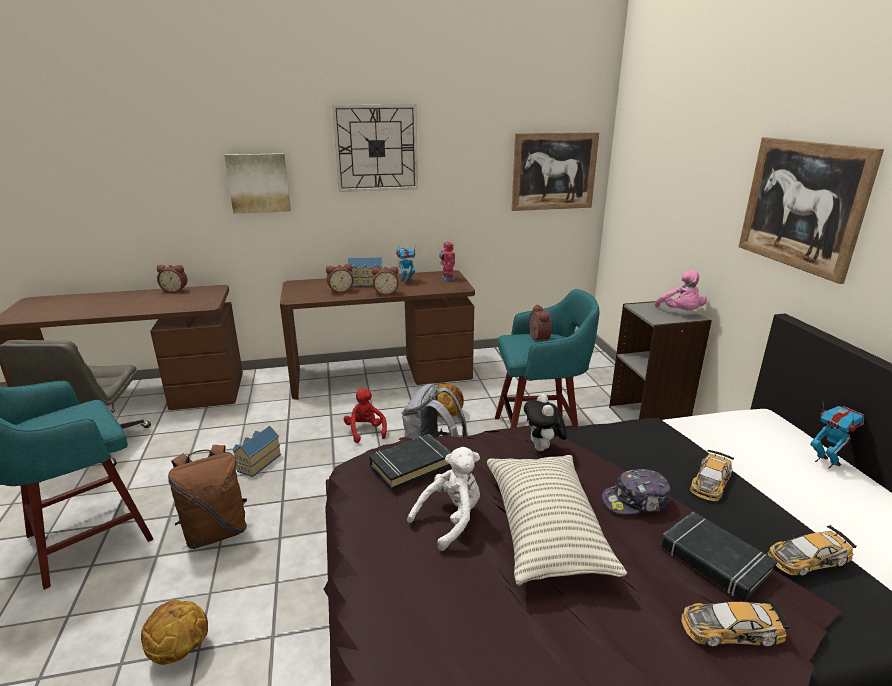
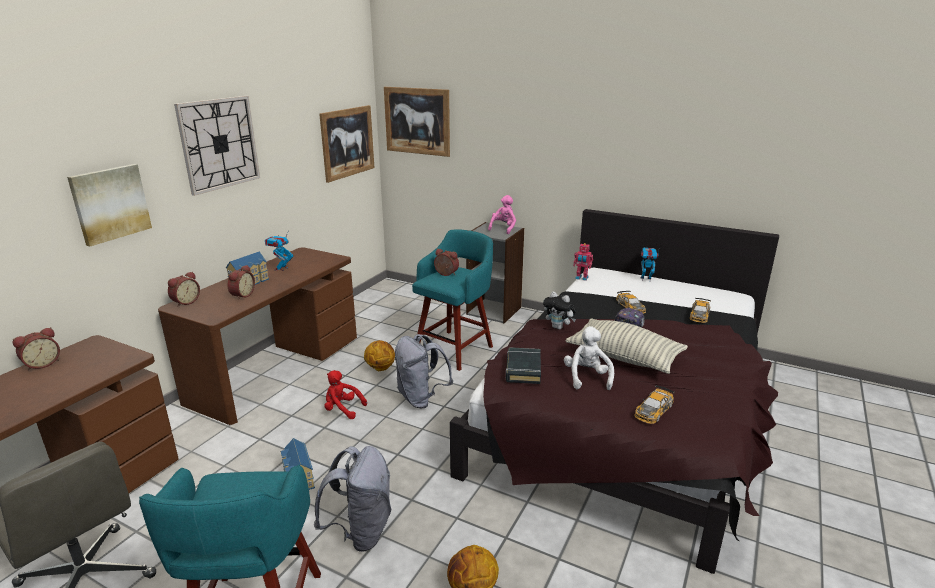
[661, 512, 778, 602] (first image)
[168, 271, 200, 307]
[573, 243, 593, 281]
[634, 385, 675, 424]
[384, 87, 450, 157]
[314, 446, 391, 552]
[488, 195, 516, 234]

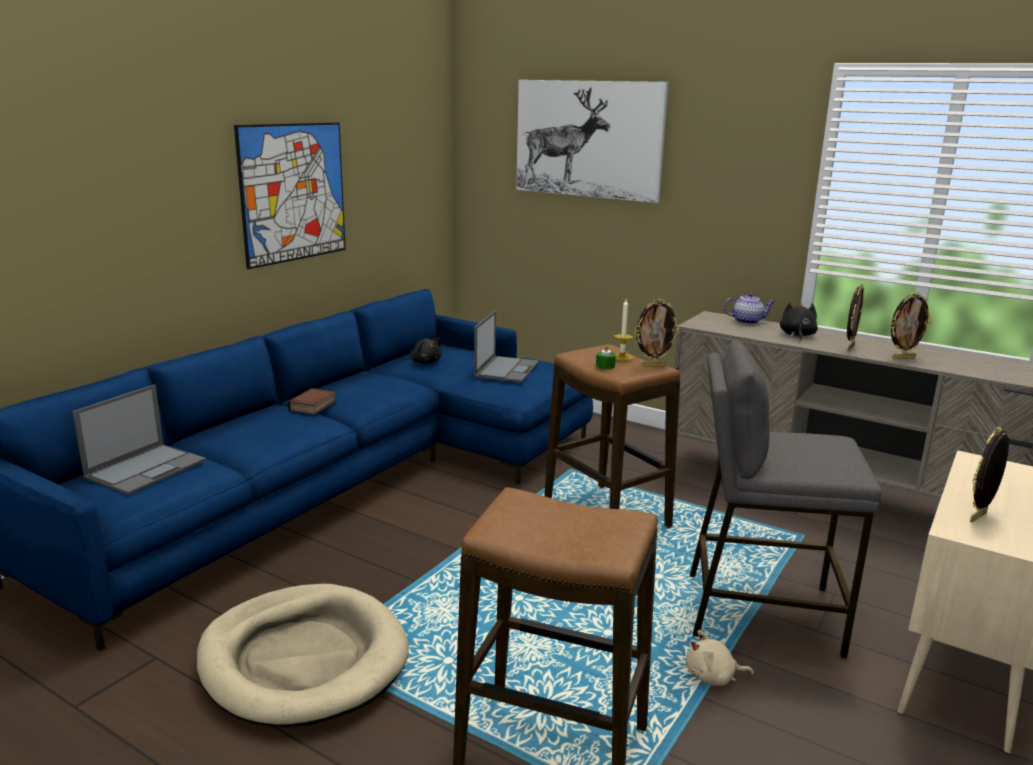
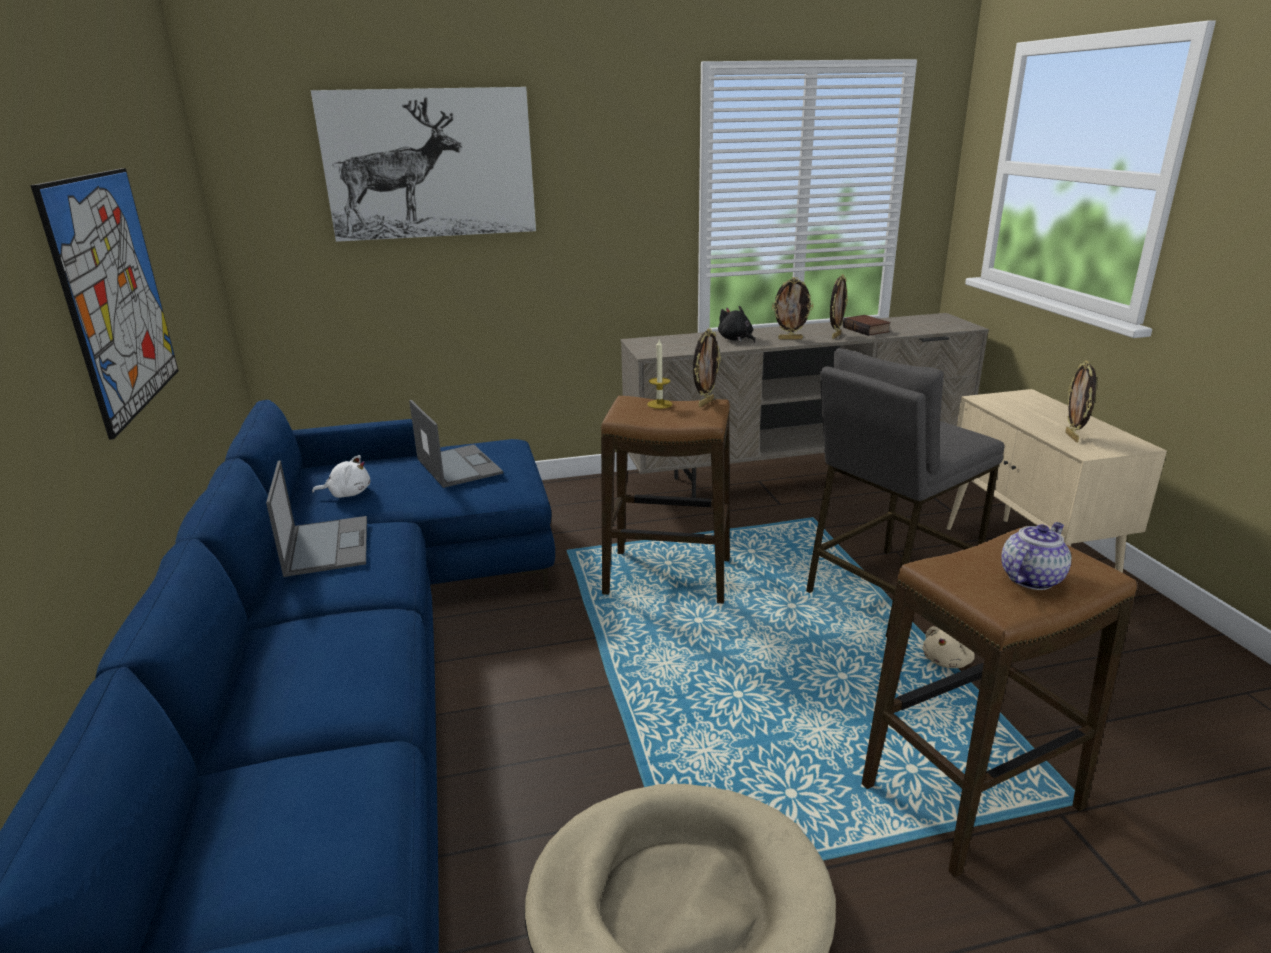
[596, 344, 616, 369] (first image)
[266, 460, 367, 577]
[843, 315, 891, 336]
[1001, 522, 1071, 590]
[312, 455, 371, 498]
[772, 277, 813, 340]

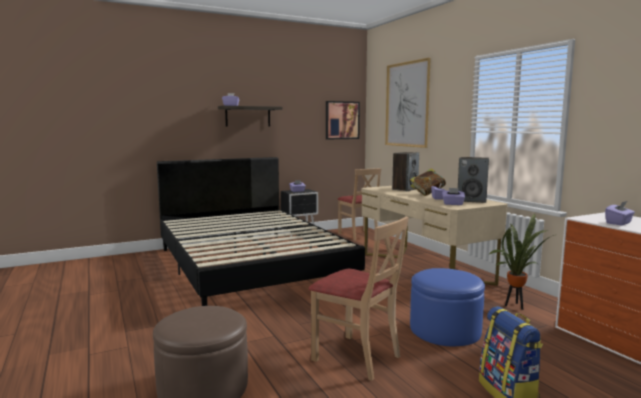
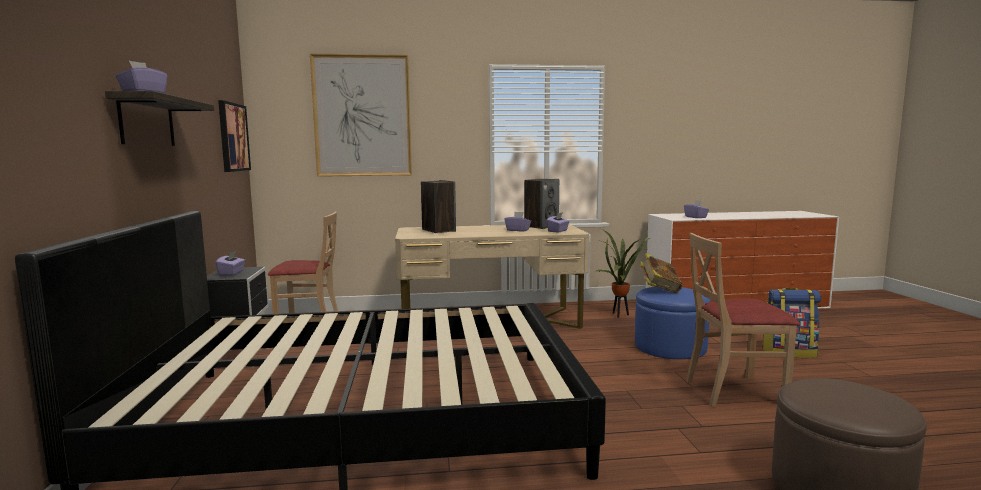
[639, 253, 682, 293]
[686, 233, 800, 407]

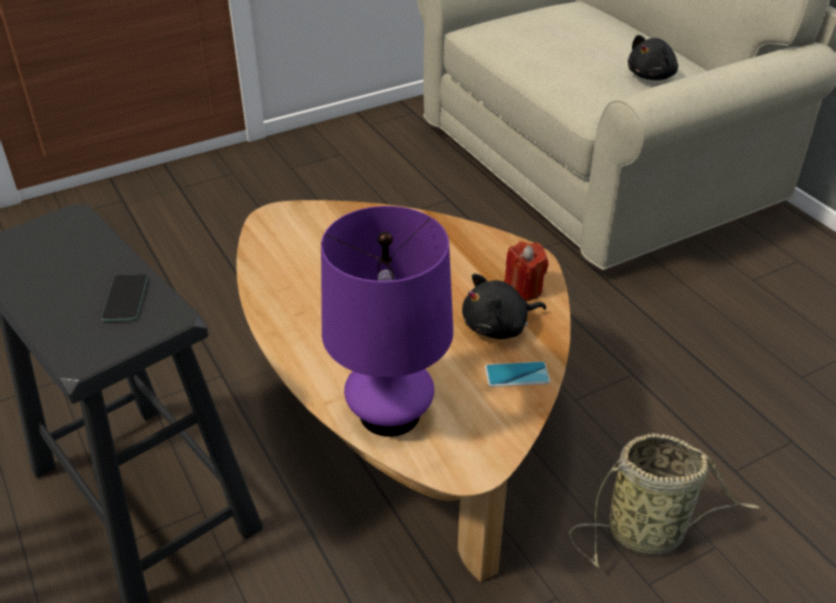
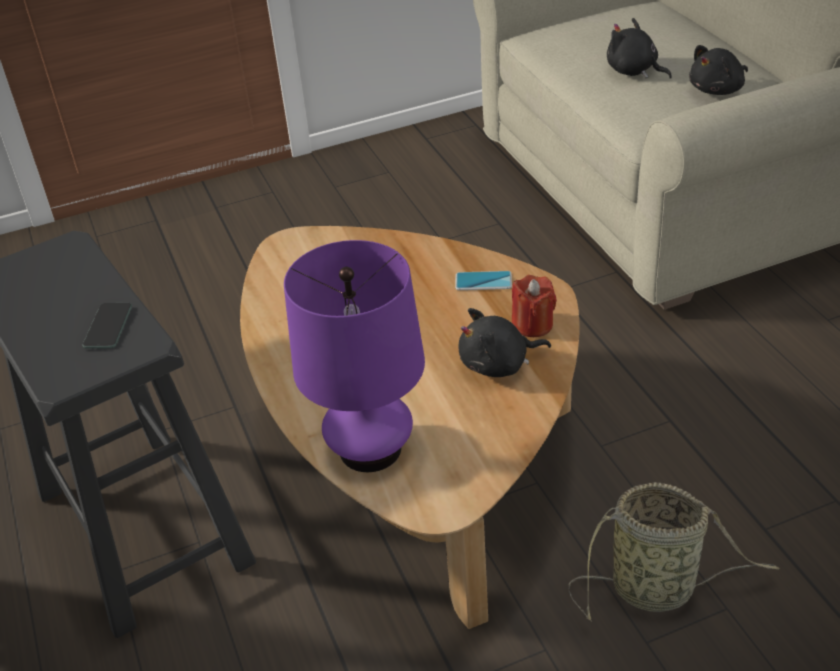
[607, 18, 672, 79]
[455, 271, 512, 290]

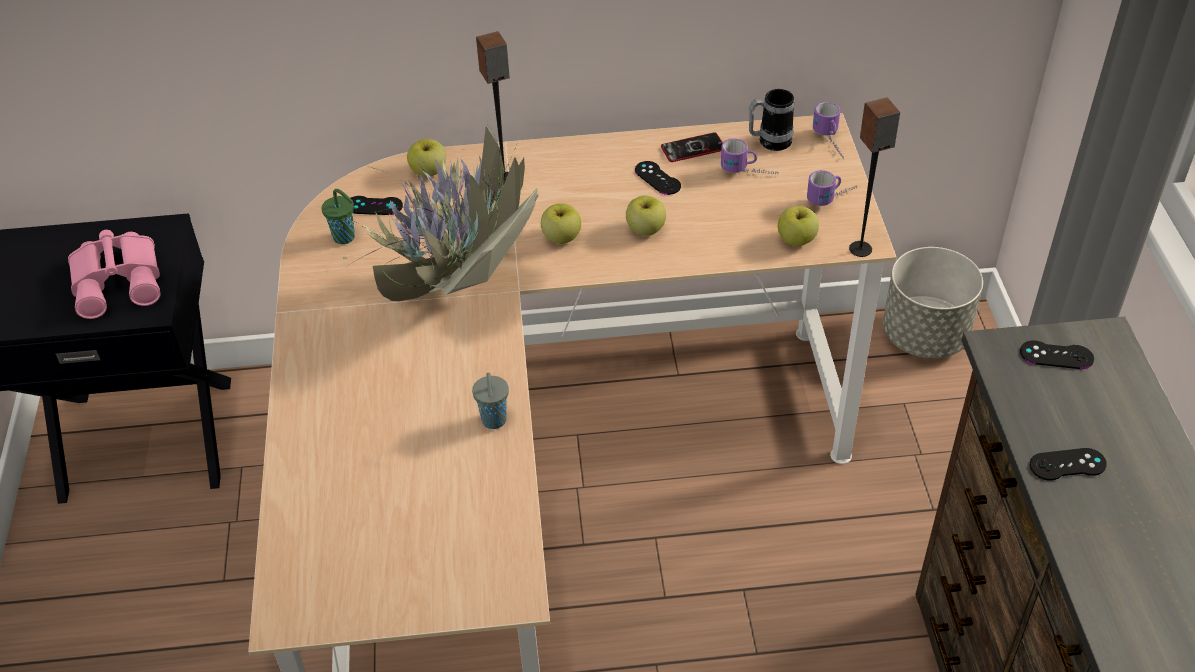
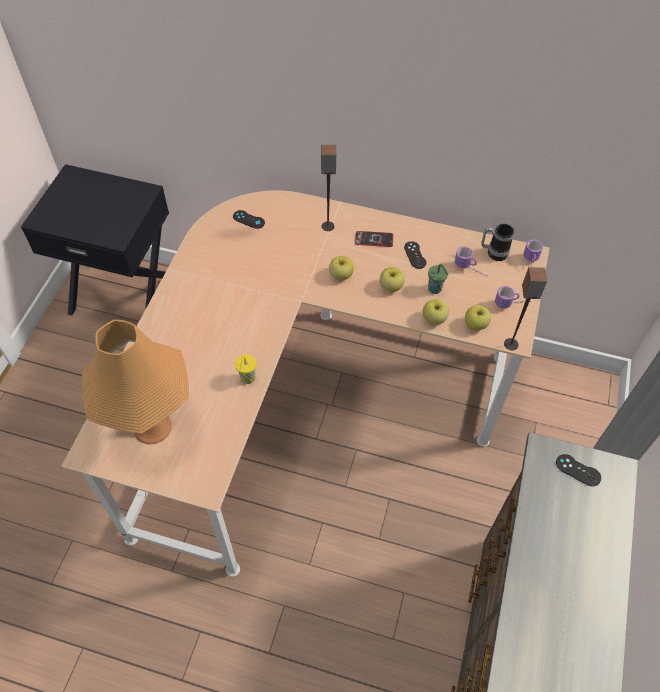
[68, 230, 161, 319] (first image)
[343, 120, 538, 301] (first image)
[883, 247, 983, 359] (first image)
[1030, 448, 1107, 481] (first image)
[82, 320, 189, 445]
[428, 264, 449, 294]
[423, 299, 449, 325]
[355, 231, 393, 247]
[235, 354, 257, 384]

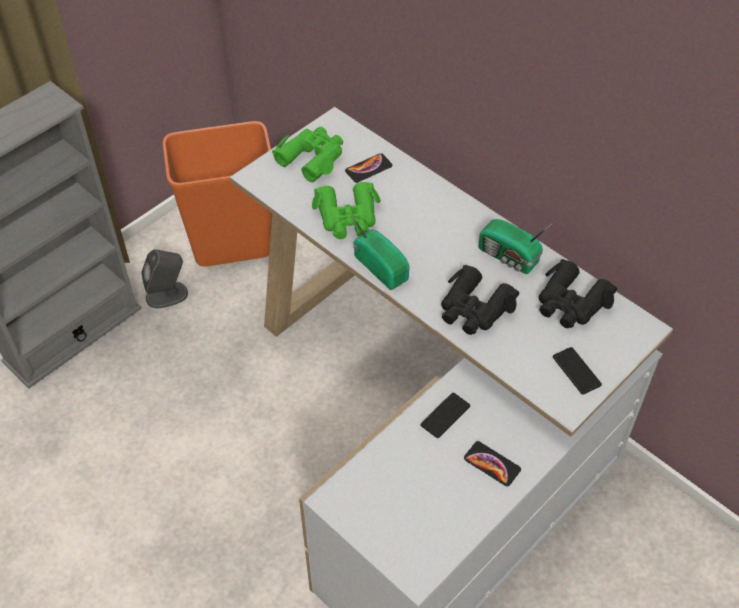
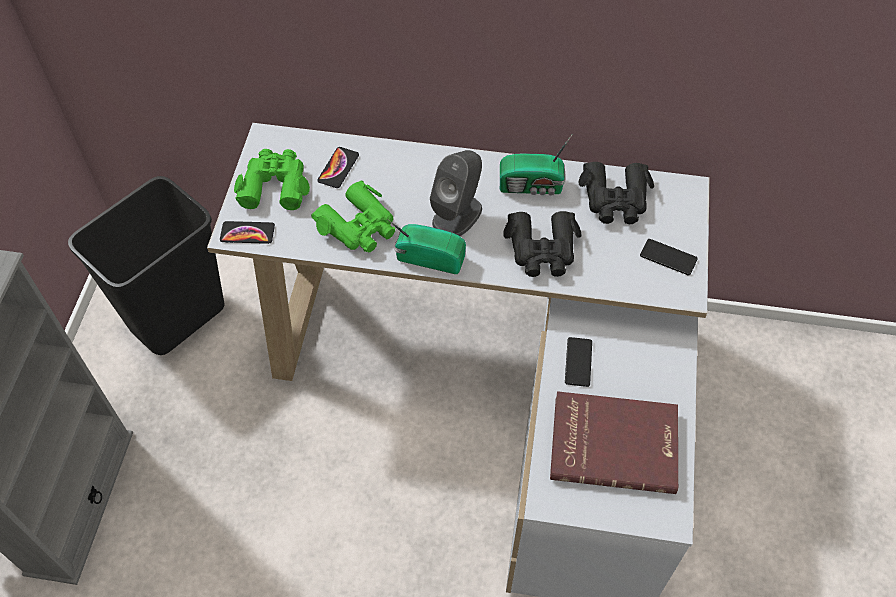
[550, 391, 678, 494]
[430, 150, 482, 236]
[220, 221, 275, 244]
[68, 176, 225, 355]

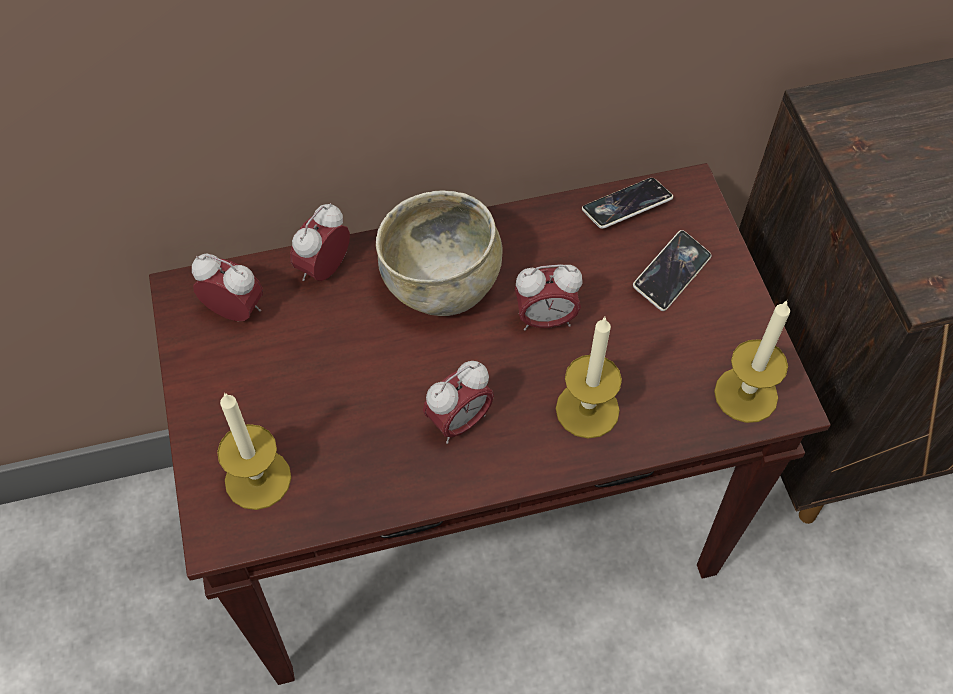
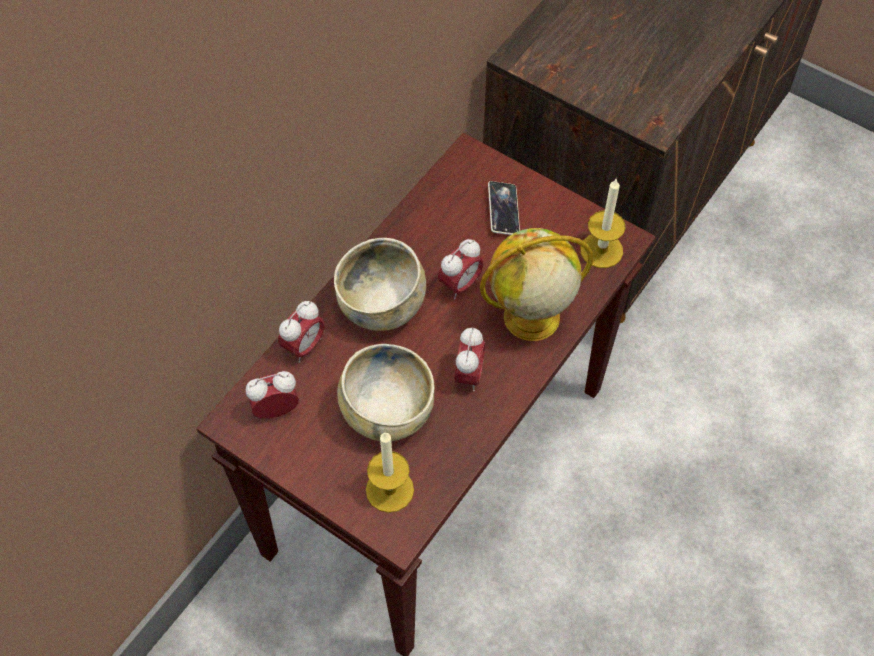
[582, 178, 673, 229] (first image)
[337, 344, 434, 441]
[480, 228, 593, 341]
[278, 301, 325, 363]

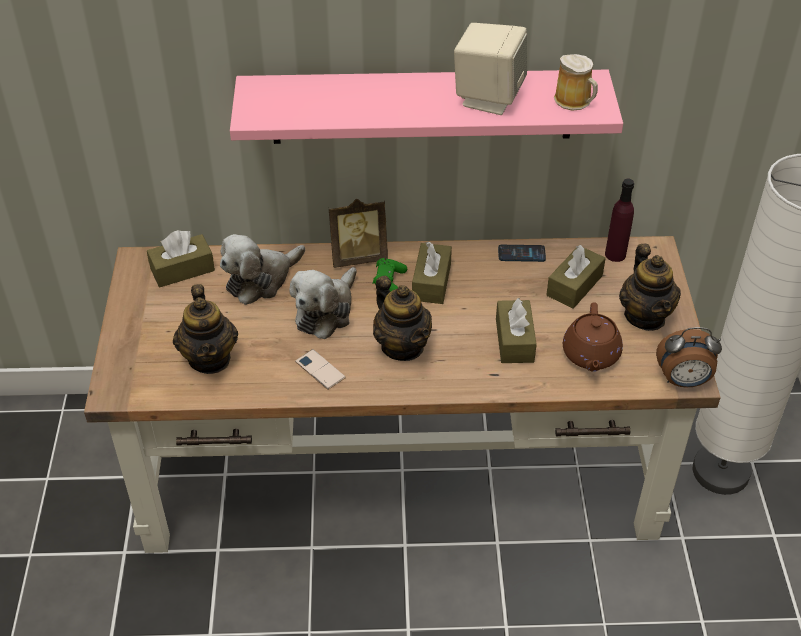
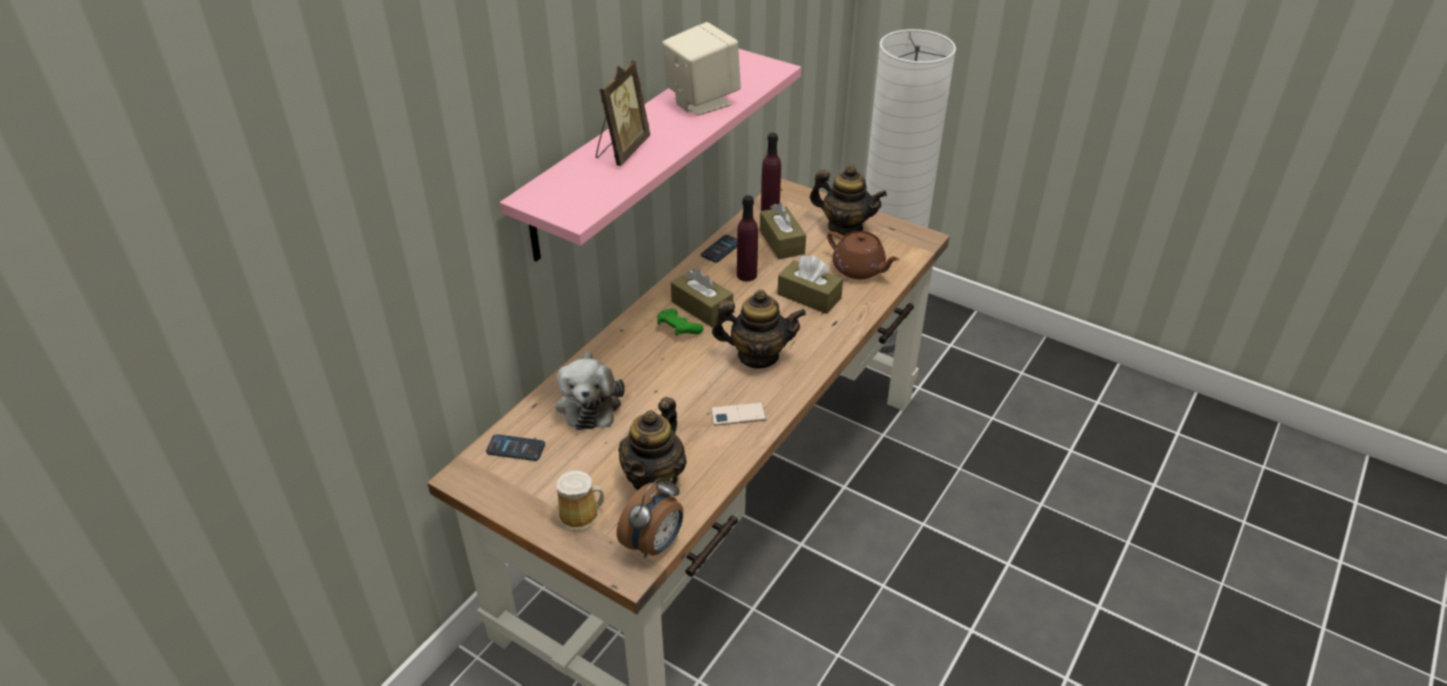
[290, 267, 357, 340] (first image)
[737, 195, 758, 281]
[596, 61, 650, 166]
[556, 471, 604, 530]
[617, 478, 683, 558]
[486, 434, 545, 461]
[618, 397, 687, 491]

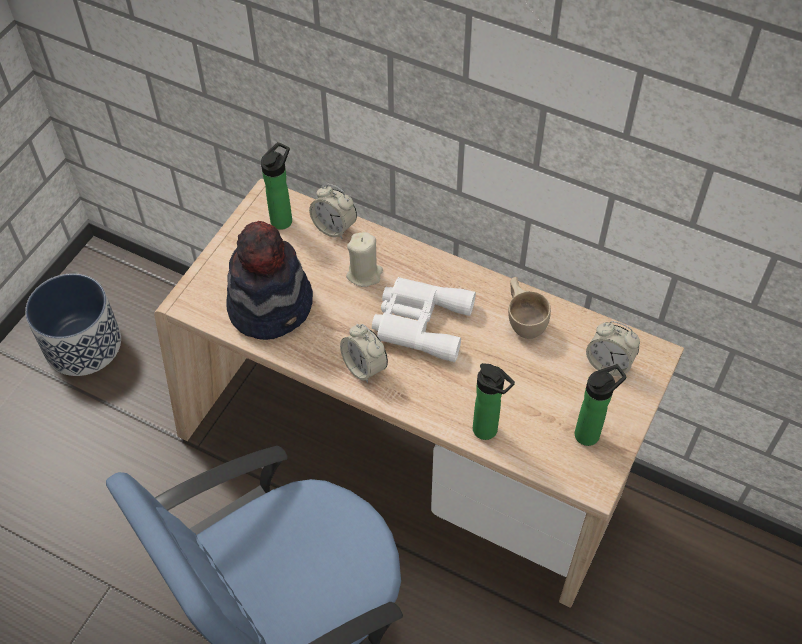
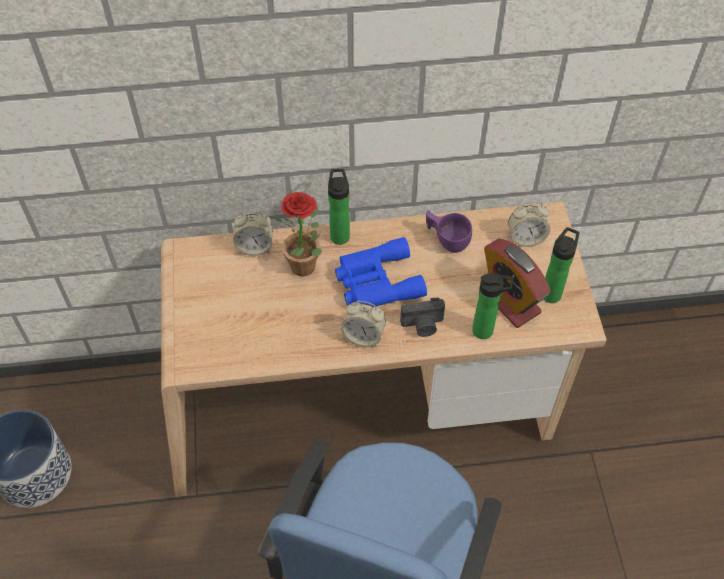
[226, 221, 313, 340] (first image)
[400, 298, 445, 337]
[479, 238, 551, 328]
[328, 169, 350, 245]
[273, 192, 322, 276]
[335, 237, 427, 307]
[426, 210, 472, 253]

